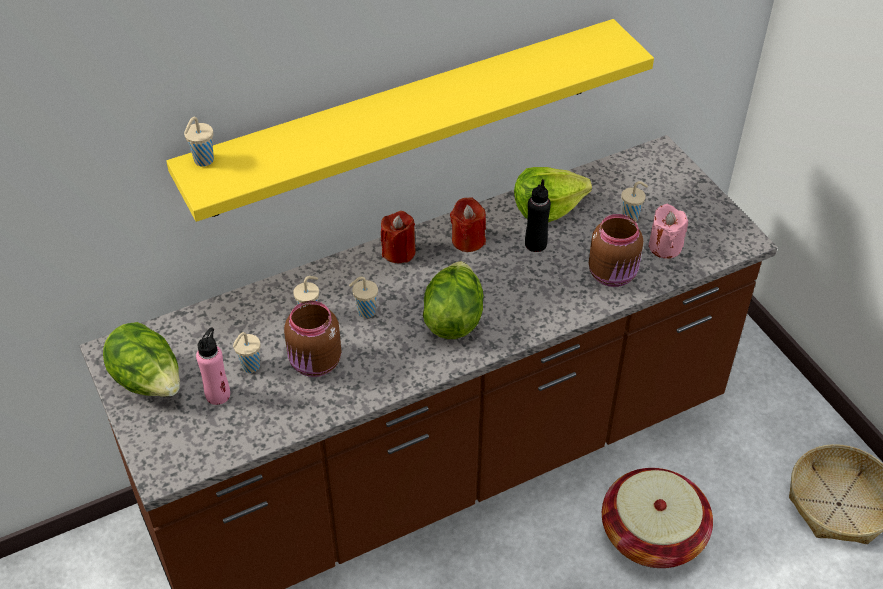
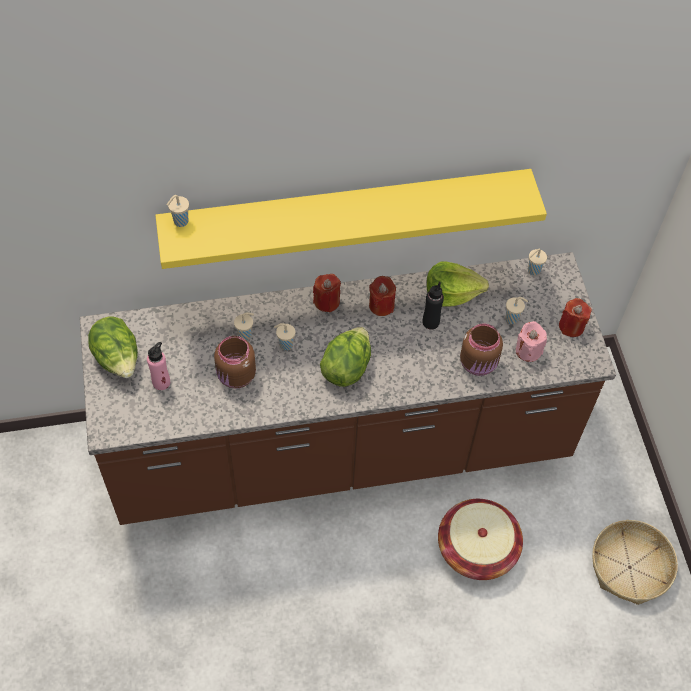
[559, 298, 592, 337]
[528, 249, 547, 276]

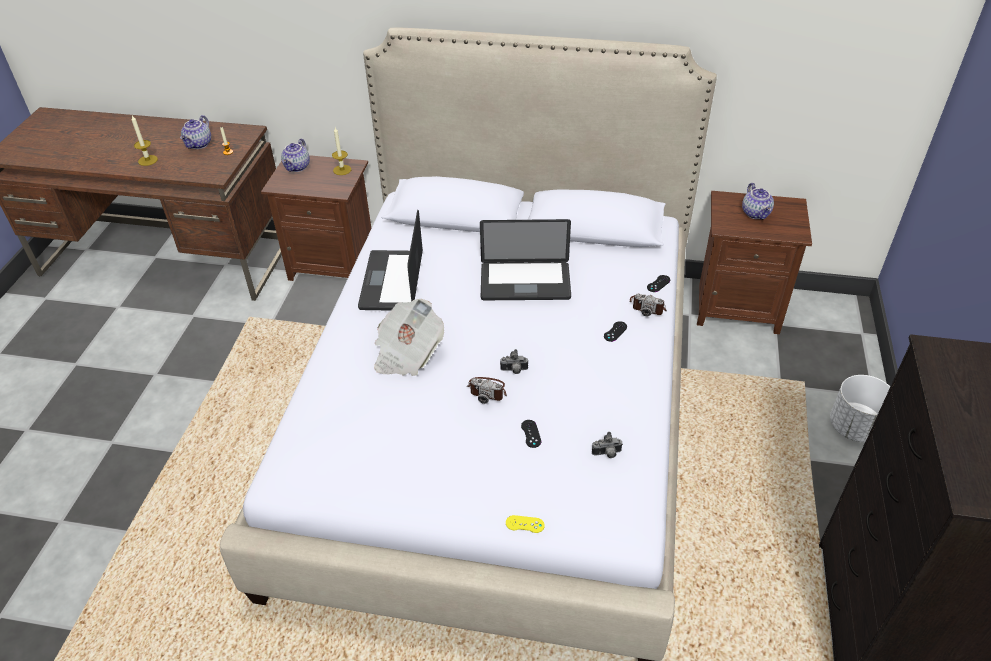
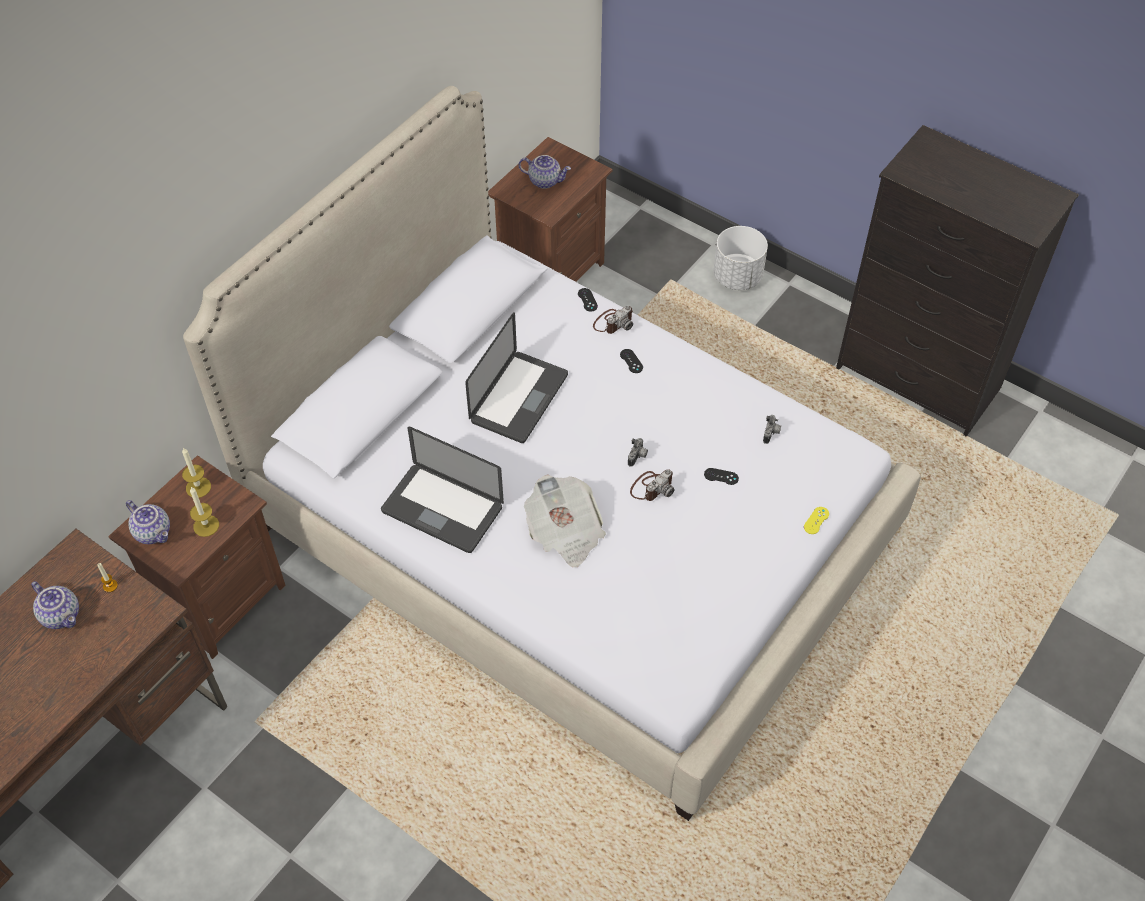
[190, 487, 219, 537]

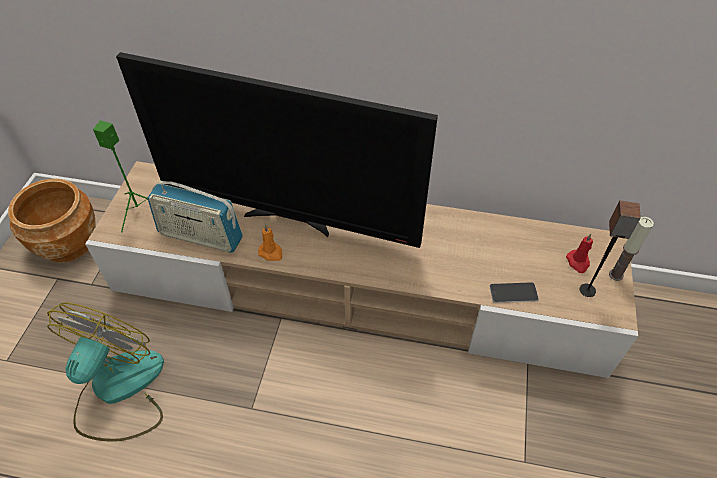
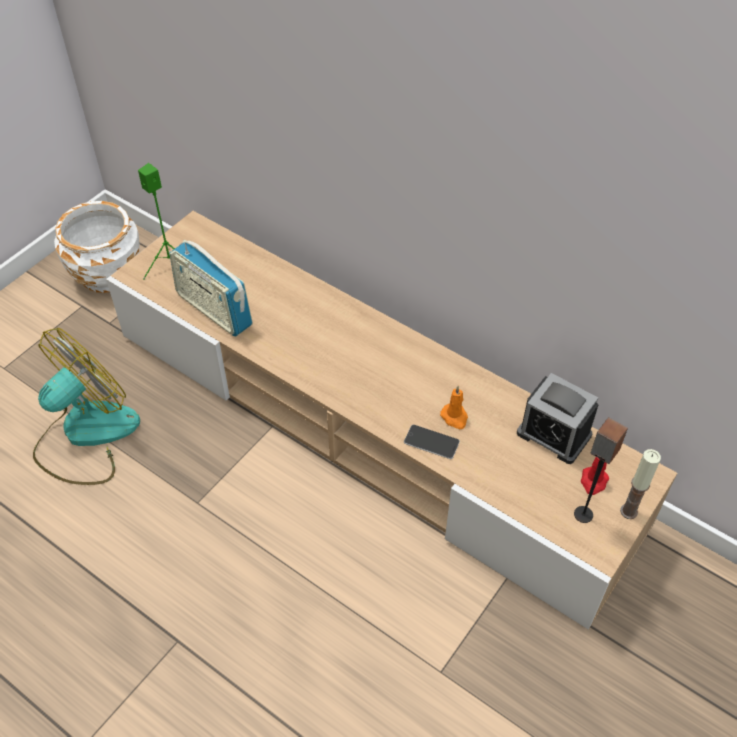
[116, 52, 438, 248] (first image)
[517, 373, 599, 464]
[440, 386, 468, 429]
[404, 425, 460, 459]
[54, 201, 140, 293]

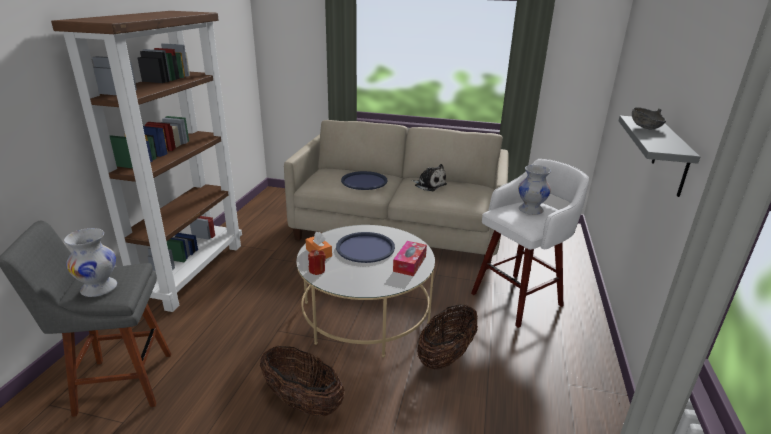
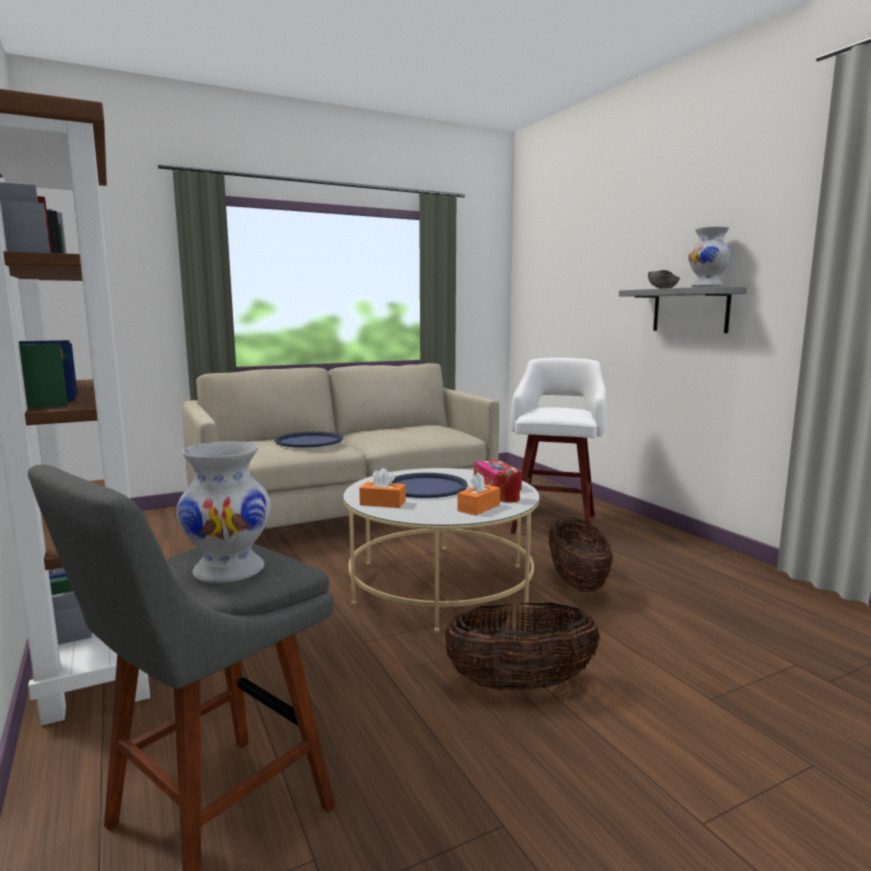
[411, 164, 447, 191] (first image)
[457, 472, 500, 515]
[498, 467, 521, 503]
[688, 226, 732, 287]

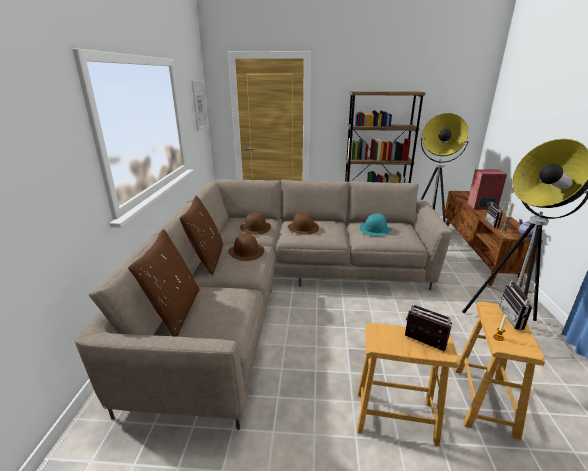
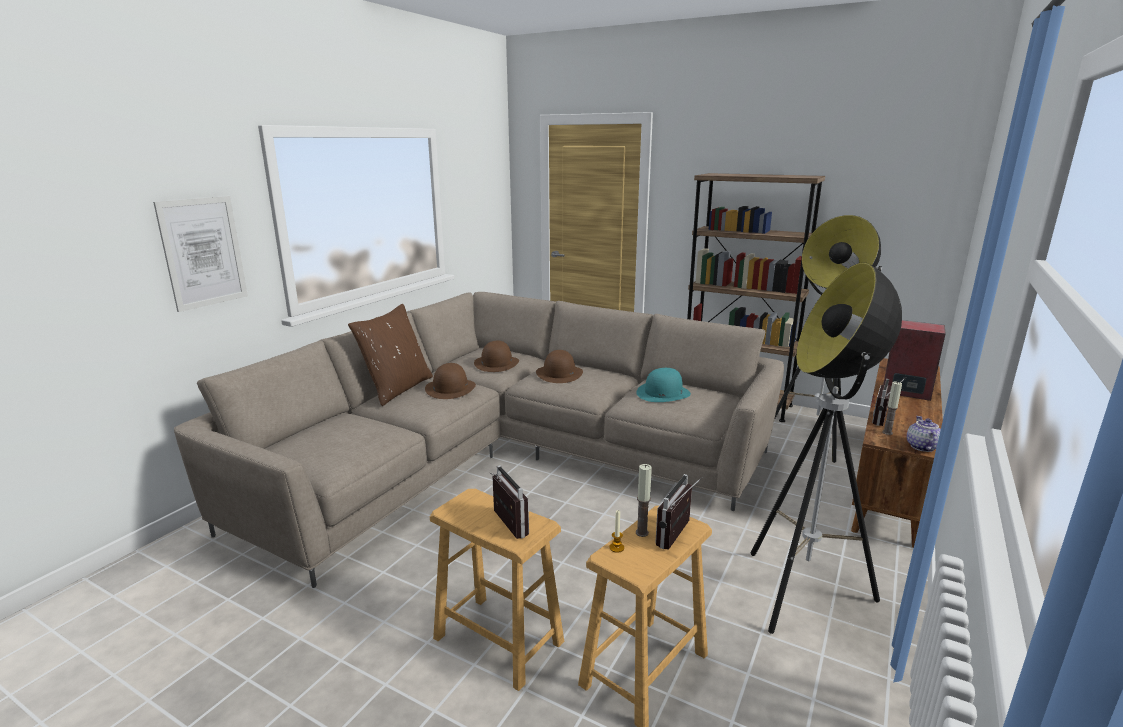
[128, 229, 200, 337] (first image)
[636, 464, 652, 537]
[153, 196, 248, 312]

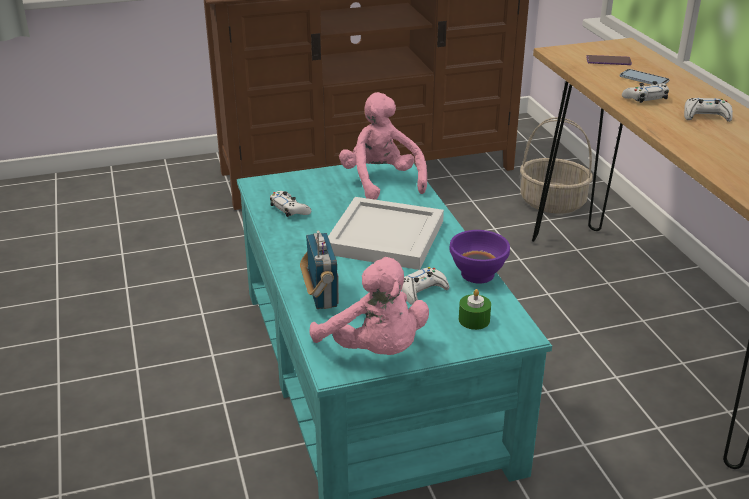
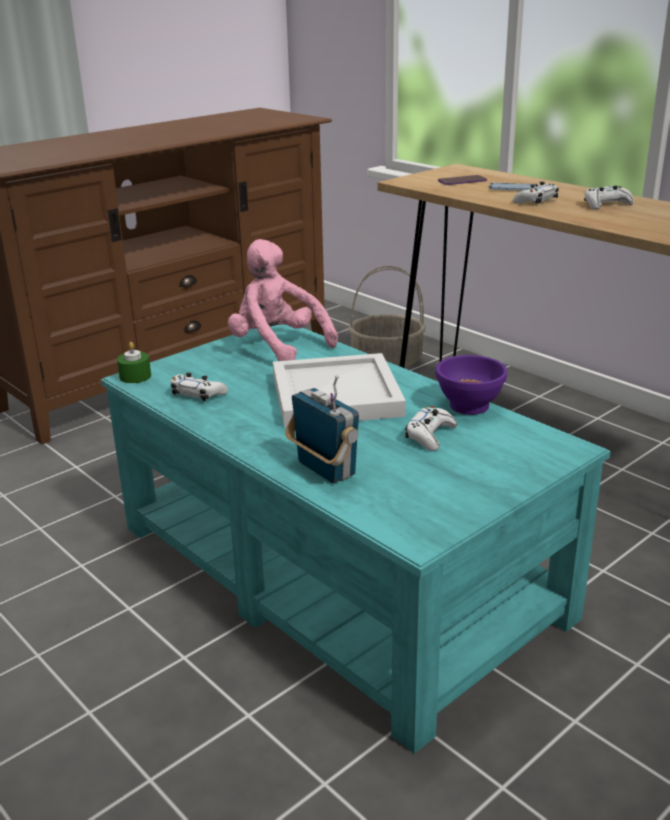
[310, 257, 429, 355] (first image)
[117, 342, 151, 383]

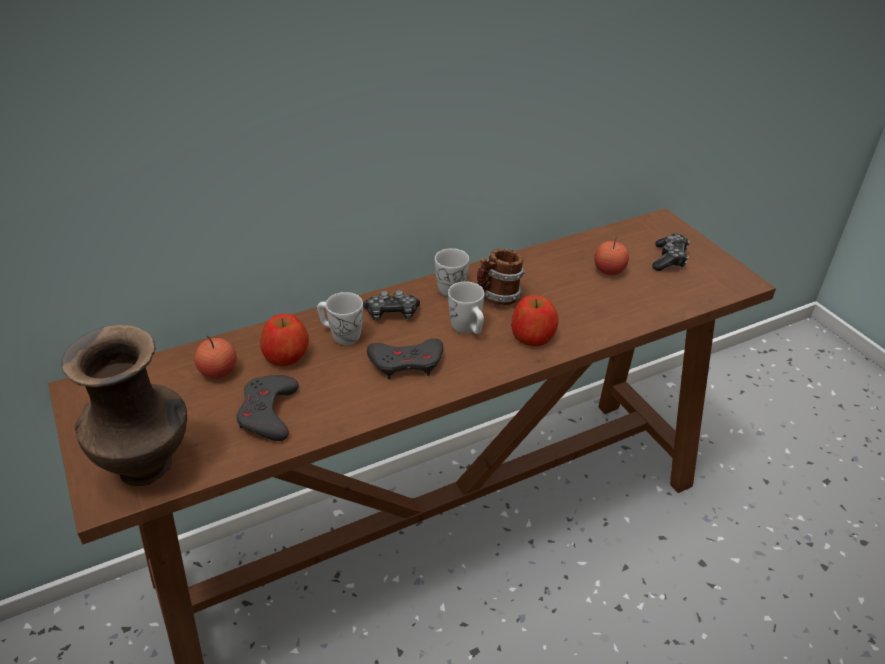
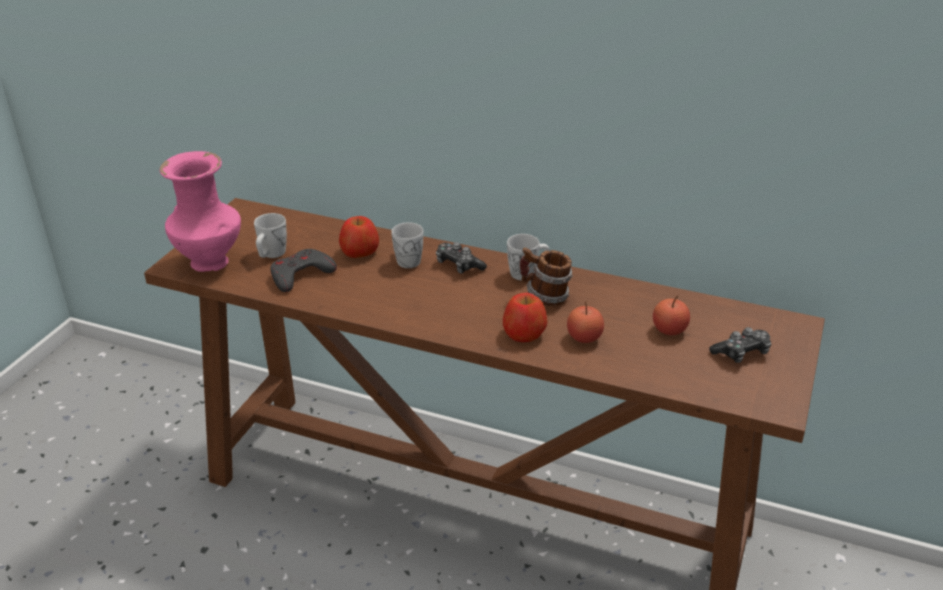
[367, 338, 443, 379] (first image)
[567, 301, 604, 343]
[254, 213, 287, 258]
[160, 151, 241, 272]

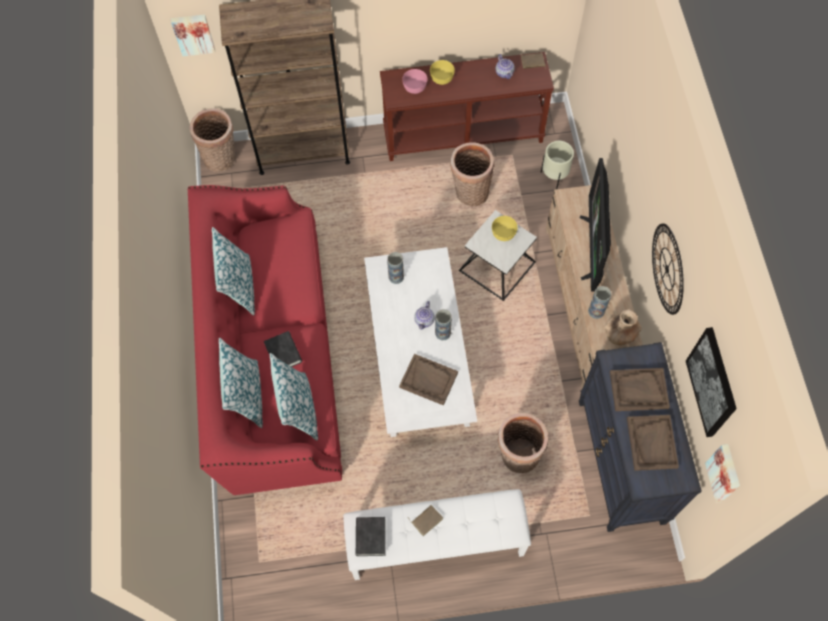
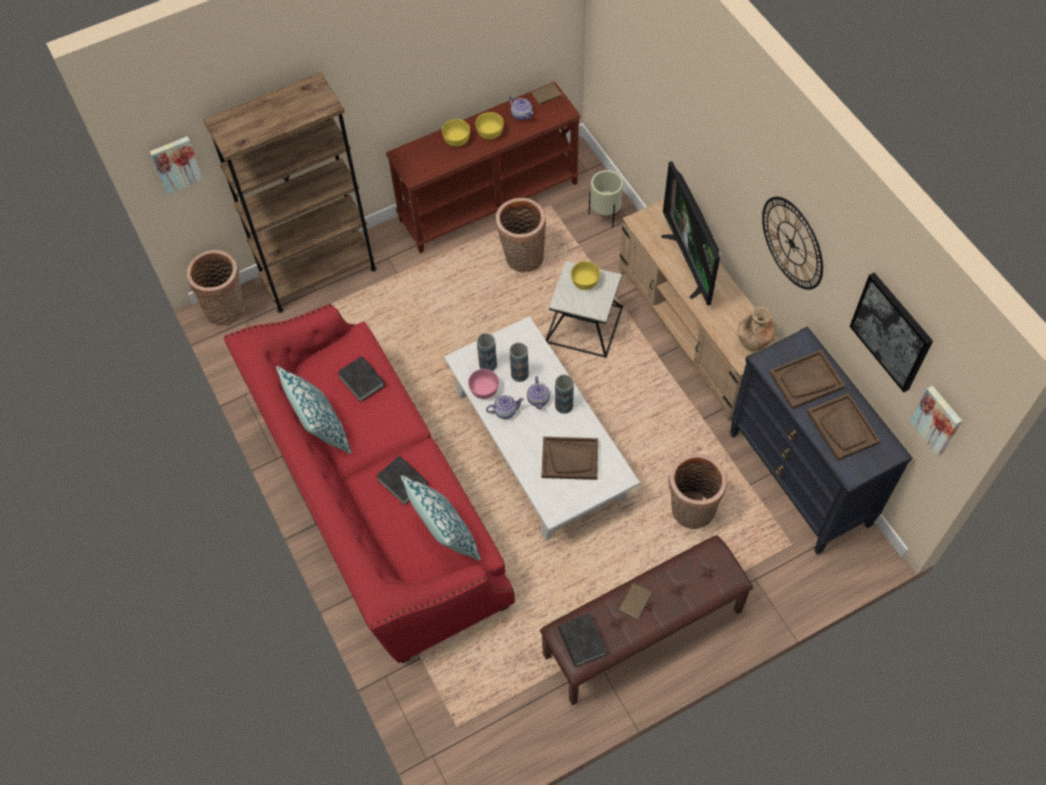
[219, 338, 263, 428] (first image)
[338, 356, 385, 402]
[475, 112, 504, 140]
[486, 395, 524, 419]
[468, 369, 499, 399]
[510, 343, 529, 382]
[540, 535, 753, 706]

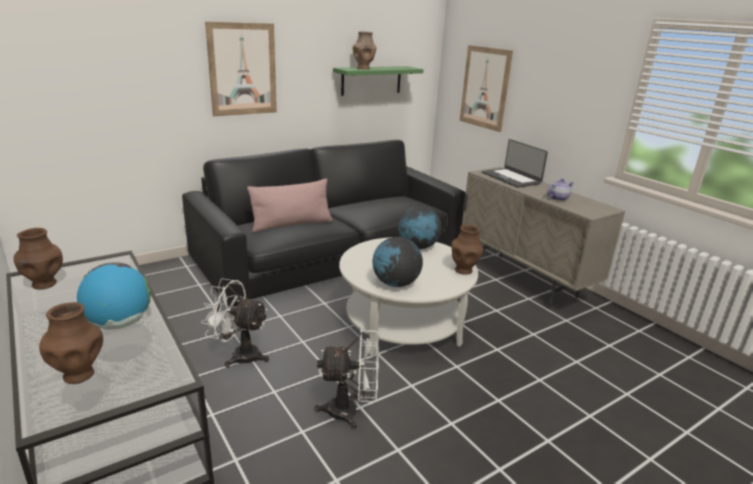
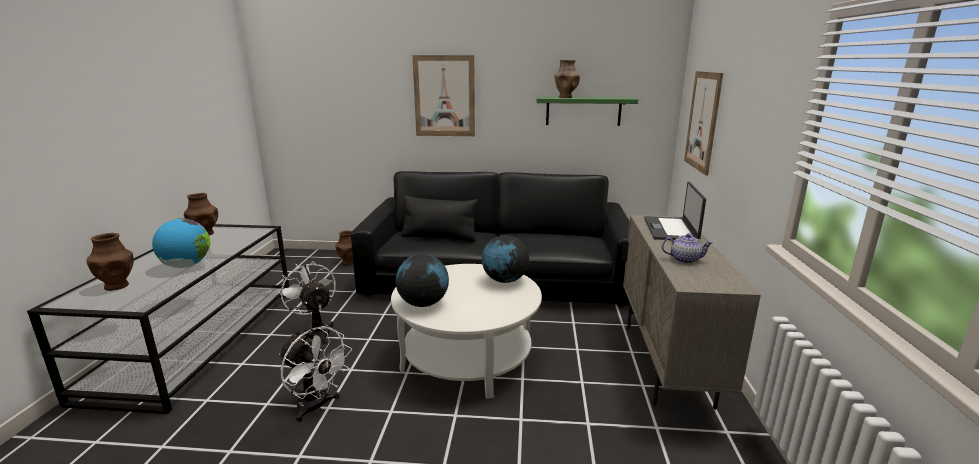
[335, 230, 353, 265]
[401, 195, 478, 242]

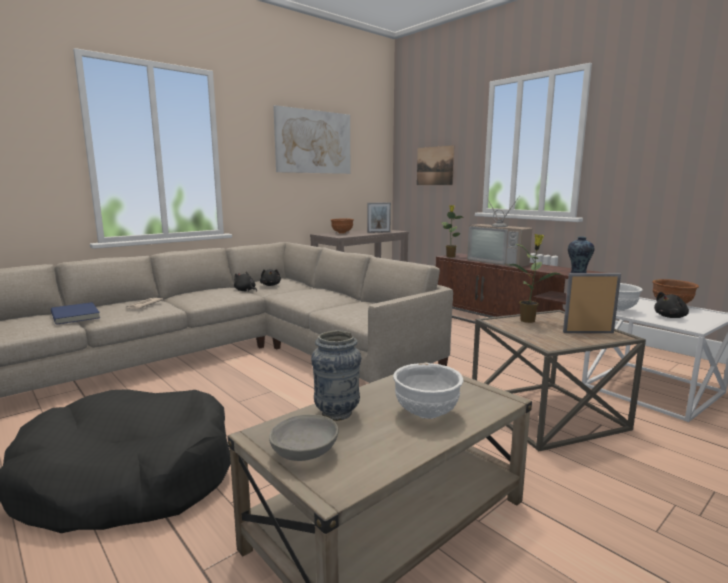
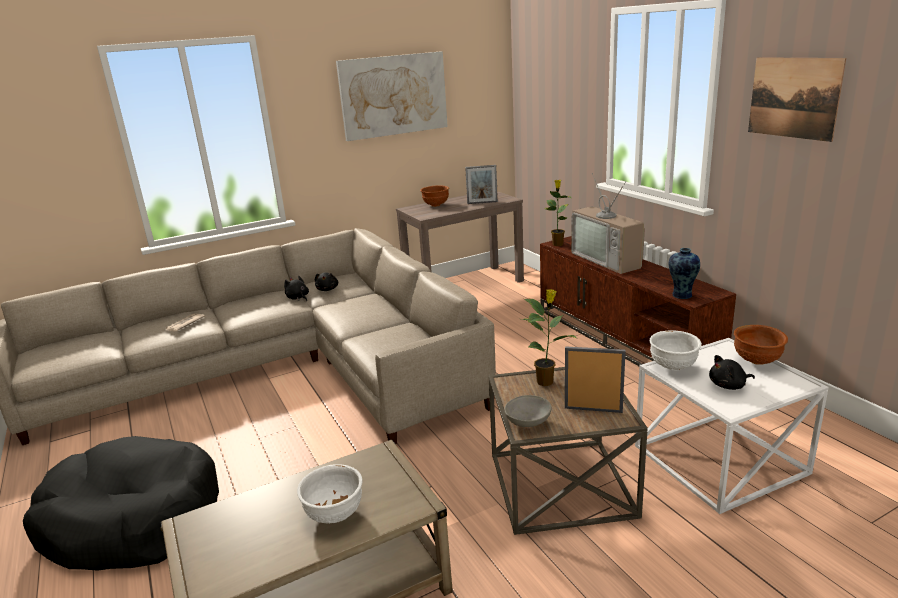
[51, 302, 100, 325] (first image)
[311, 330, 361, 421] (first image)
[504, 395, 551, 427]
[748, 57, 846, 142]

